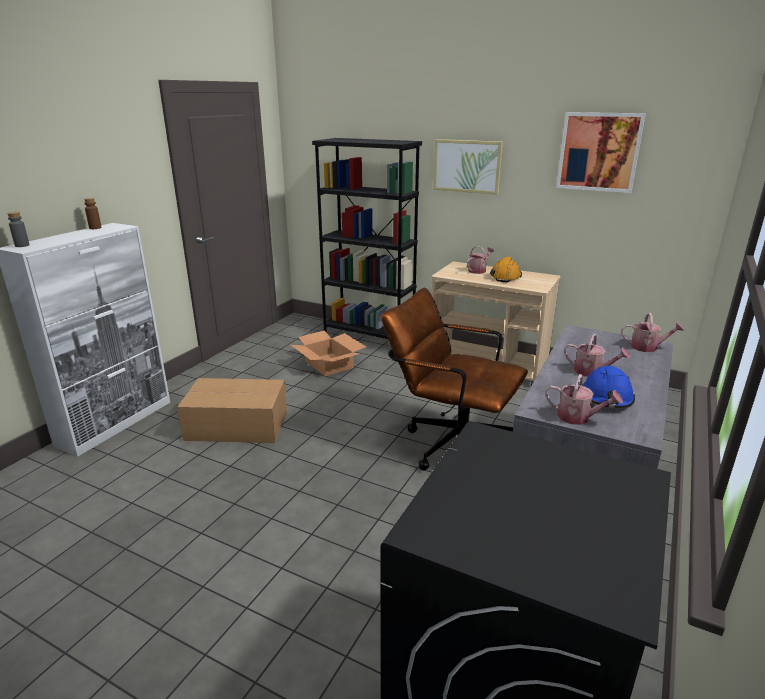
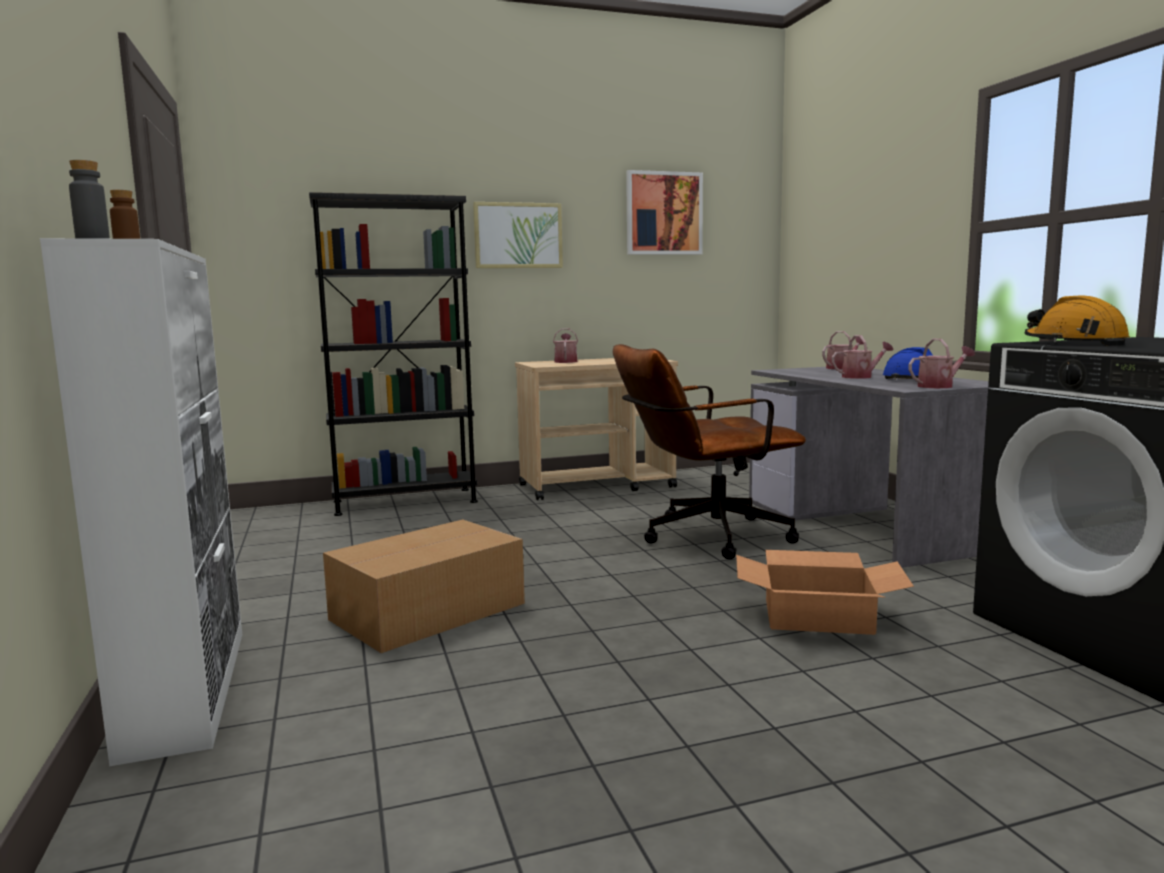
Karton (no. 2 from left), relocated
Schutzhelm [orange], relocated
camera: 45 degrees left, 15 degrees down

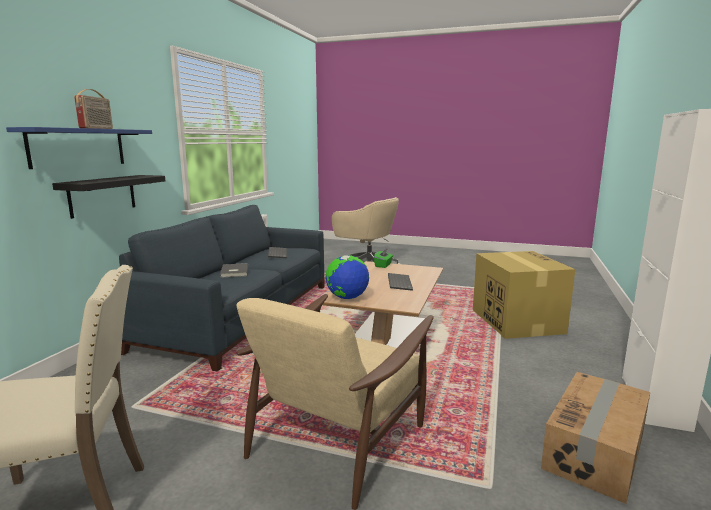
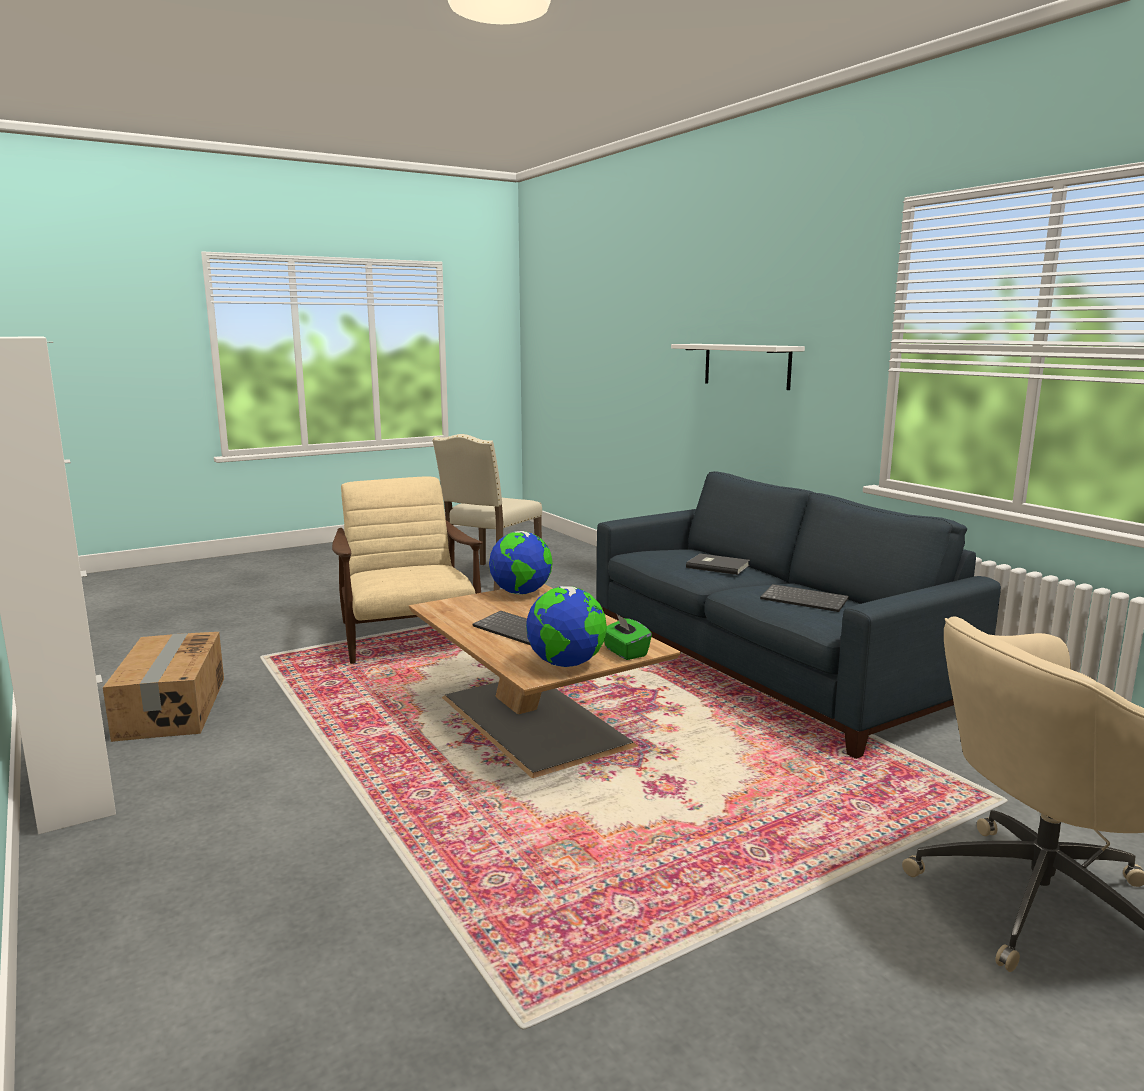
Wandregal [blau] → Wandregal [weiß]
Wandregal [schwarz] → -
Radio → -
Karton (no. 1 from left) → -
- → Globus (no. 2 from left)
camera: 130 degrees right, 0 degrees up

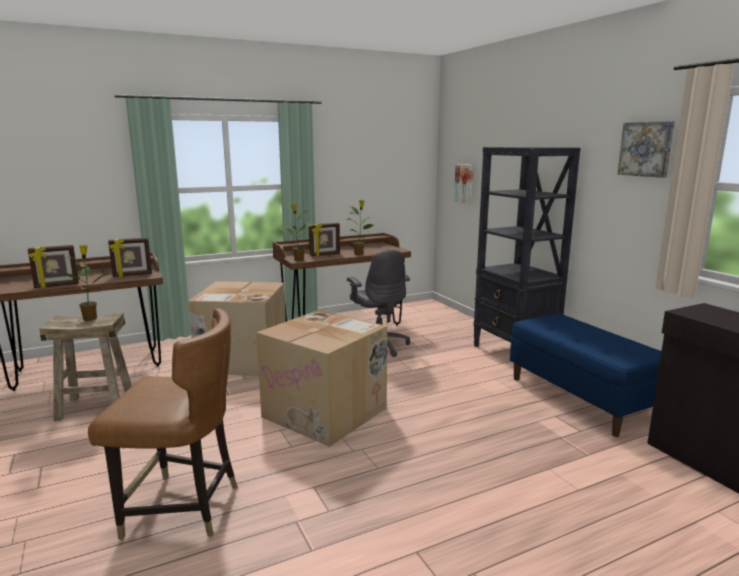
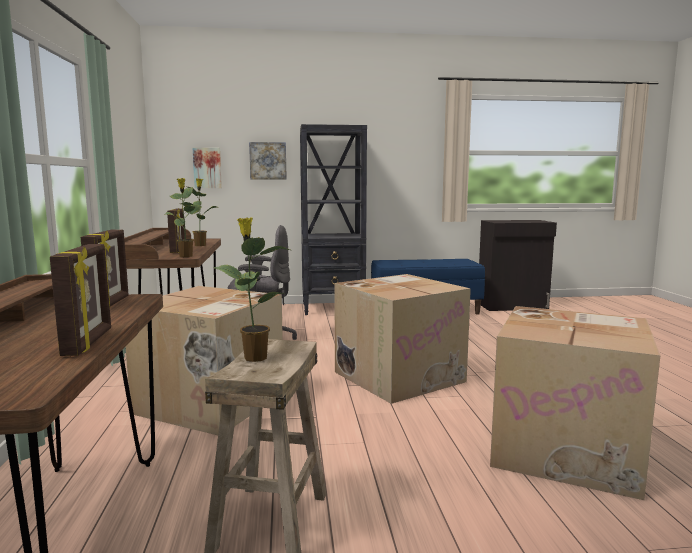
Stuhl [braun] → Karton (no. 3 from left)
Bild (no. 2 from left), relocated
camera: 70 degrees left, 5 degrees down

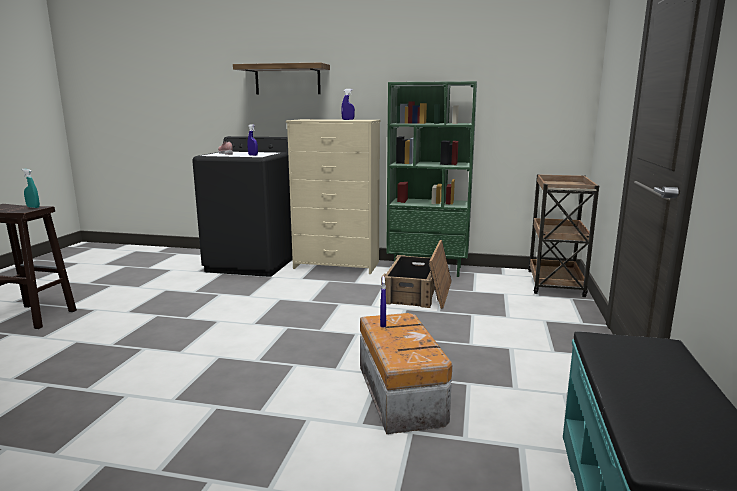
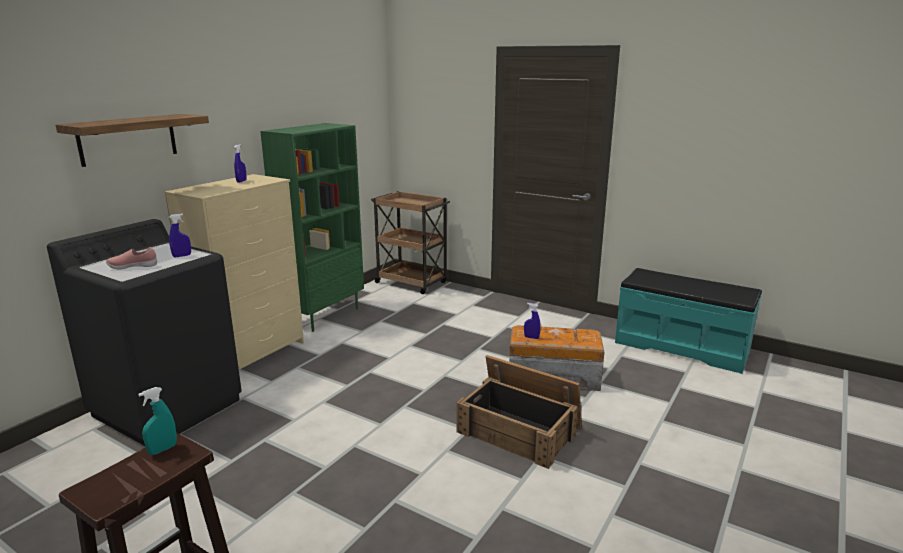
Kiste, relocated
camera: 70 degrees left, 5 degrees up

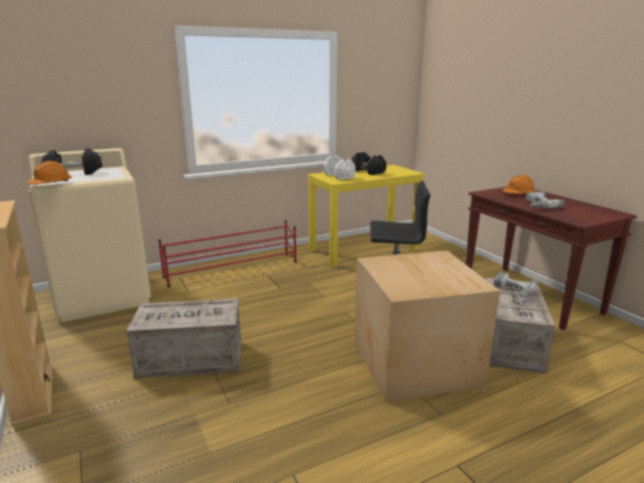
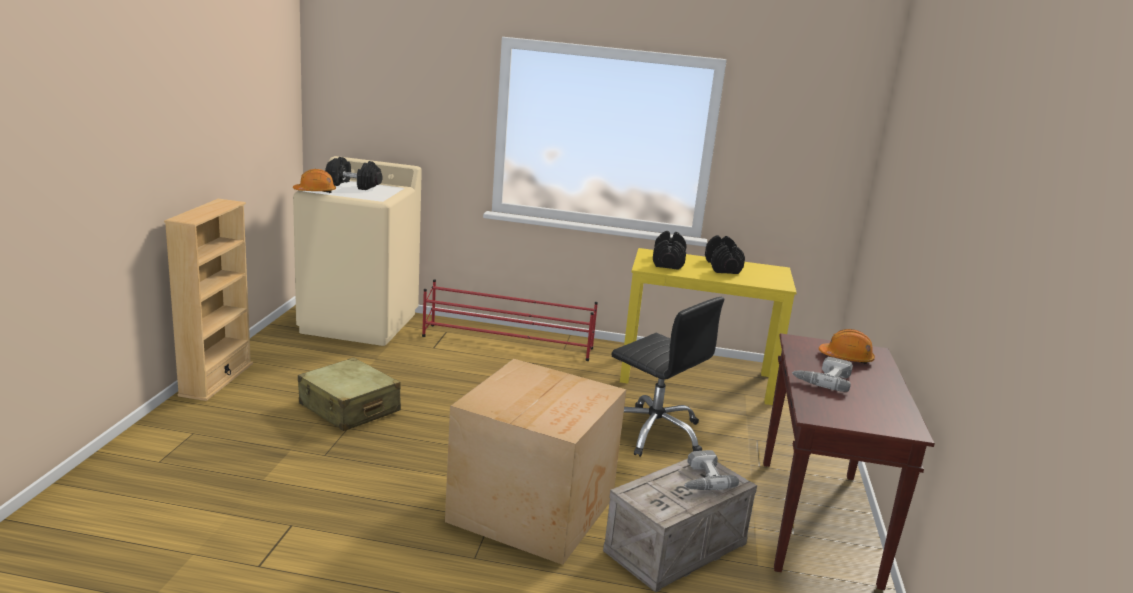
Kiste (no. 1 from left) → Koffer [beige]
Hantel [weiß] → Hantel [schwarz] (no. 2 from left)
camera: 35 degrees right, 0 degrees up

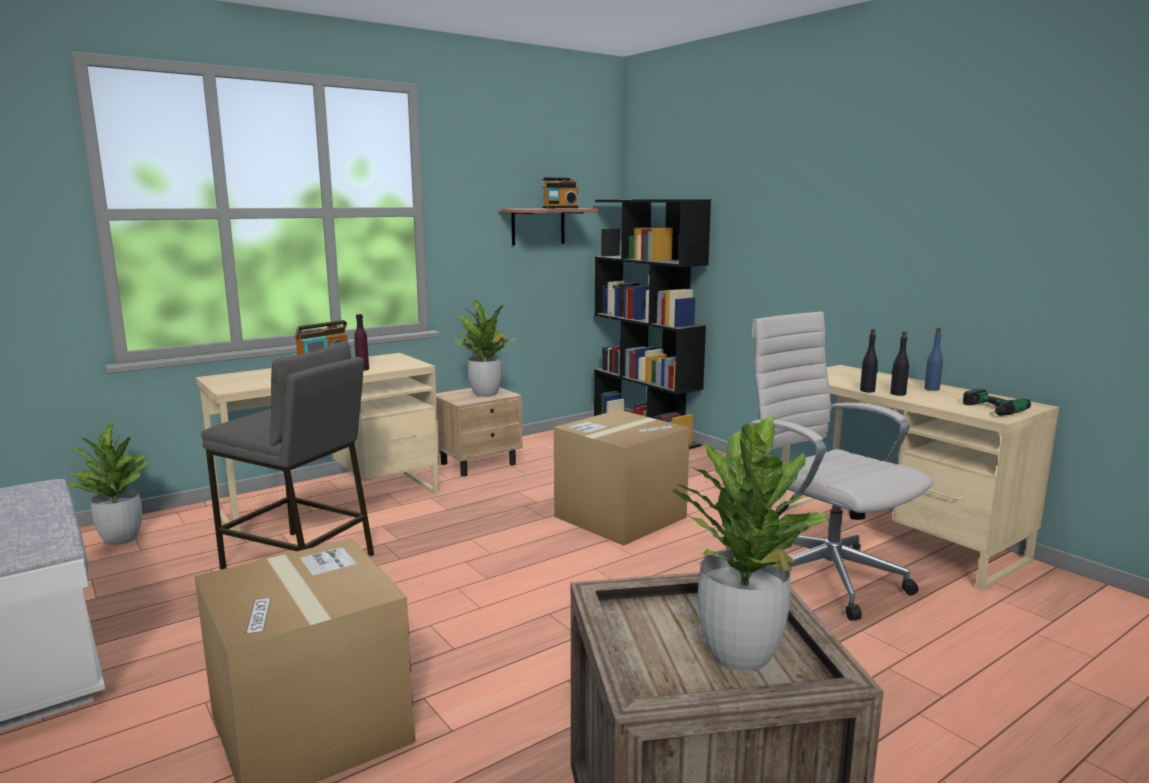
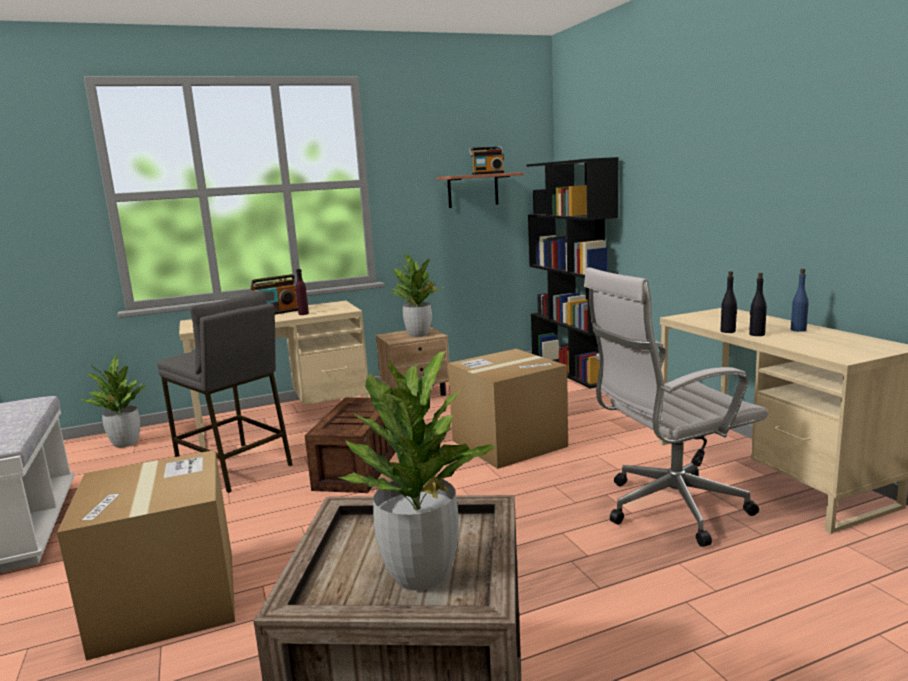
Bürostuhl [weiß], 90 degrees counterclockwise
Bohrmaschine → -
- → Kiste (no. 1 from left)
camera: 15 degrees right, 0 degrees up

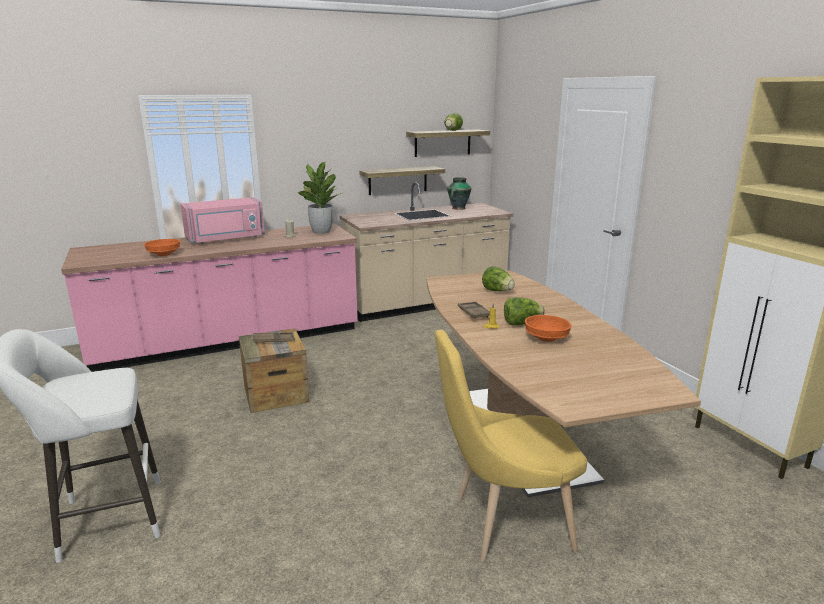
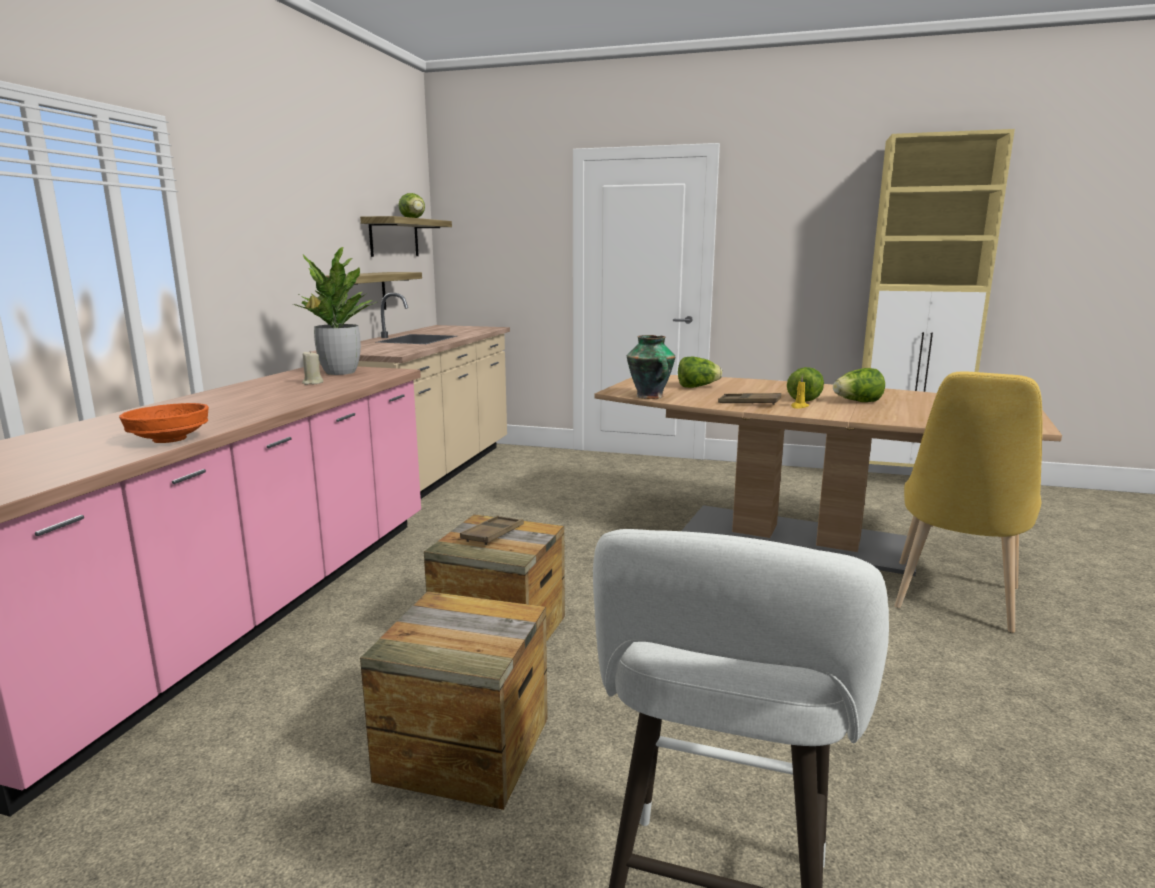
Mikrowelle [rosa] → -
Vase, relocated
Schüssel [orange] (no. 2 from left) → Salatkopf (no. 4 from left)
- → Kiste (no. 1 from left)
camera: 50 degrees left, 5 degrees down

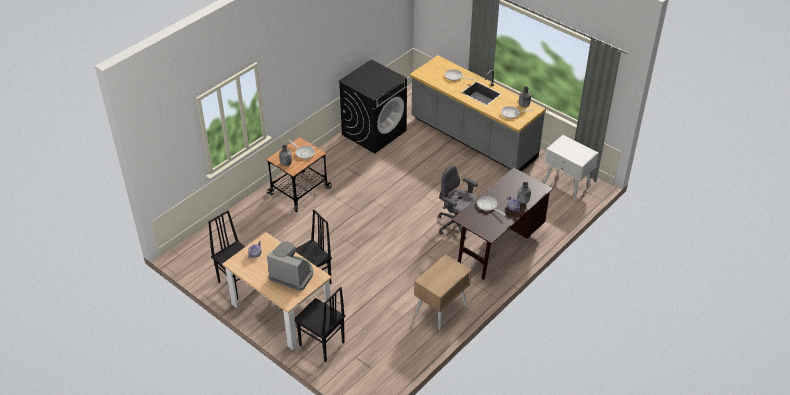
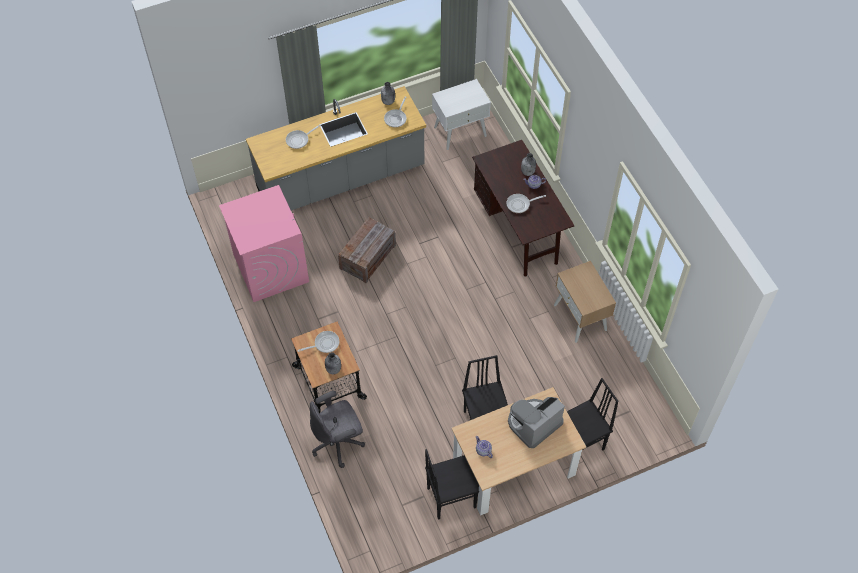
Waschmaschine [schwarz] → Waschmaschine [rosa]
Bürostuhl [grau], relocated
- → Kiste
camera: 65 degrees left, 15 degrees up

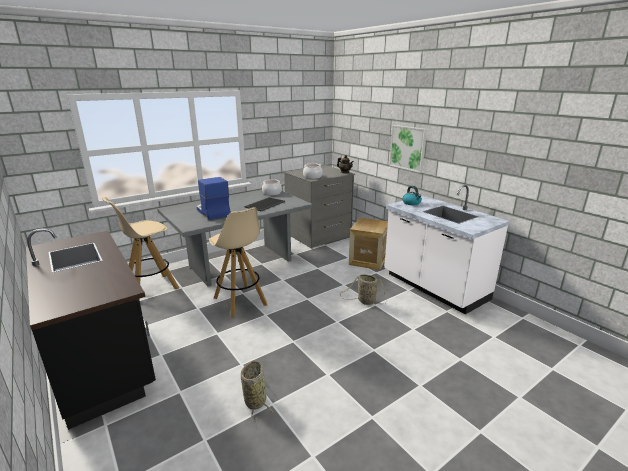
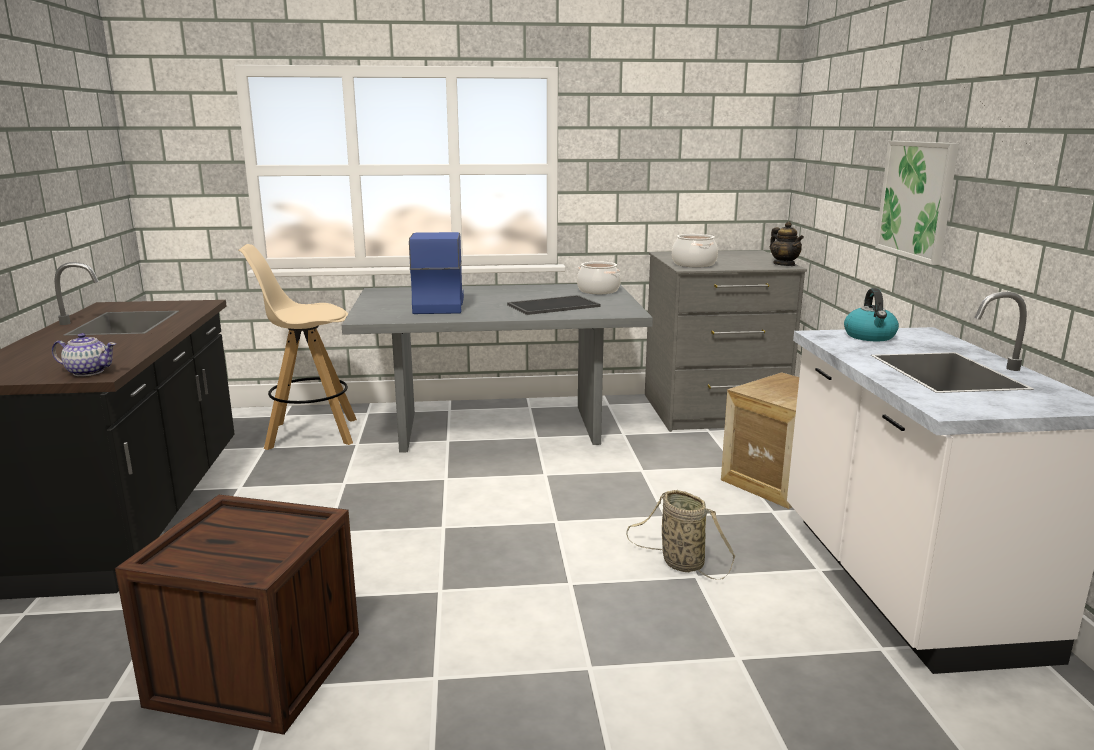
Hocker [beige] (no. 2 from left) → -
Korb (no. 1 from left) → Kiste (no. 1 from left)
- → Teekanne (no. 1 from left)
camera: 30 degrees right, 5 degrees down

